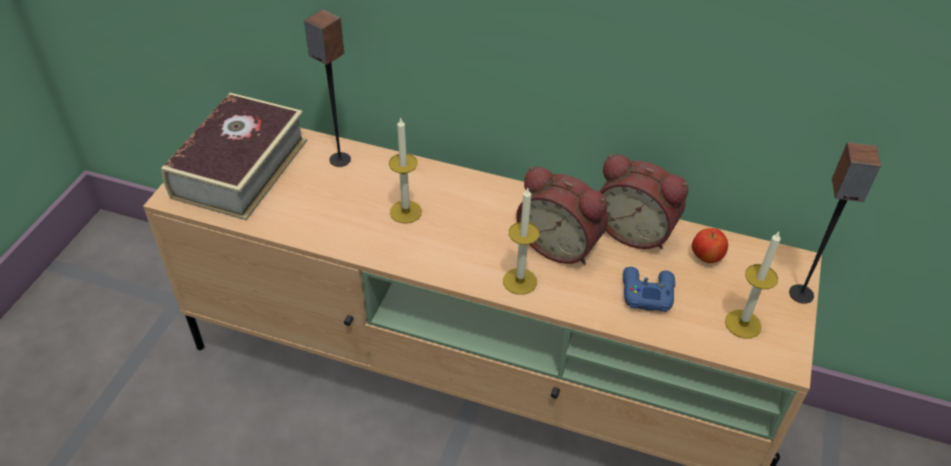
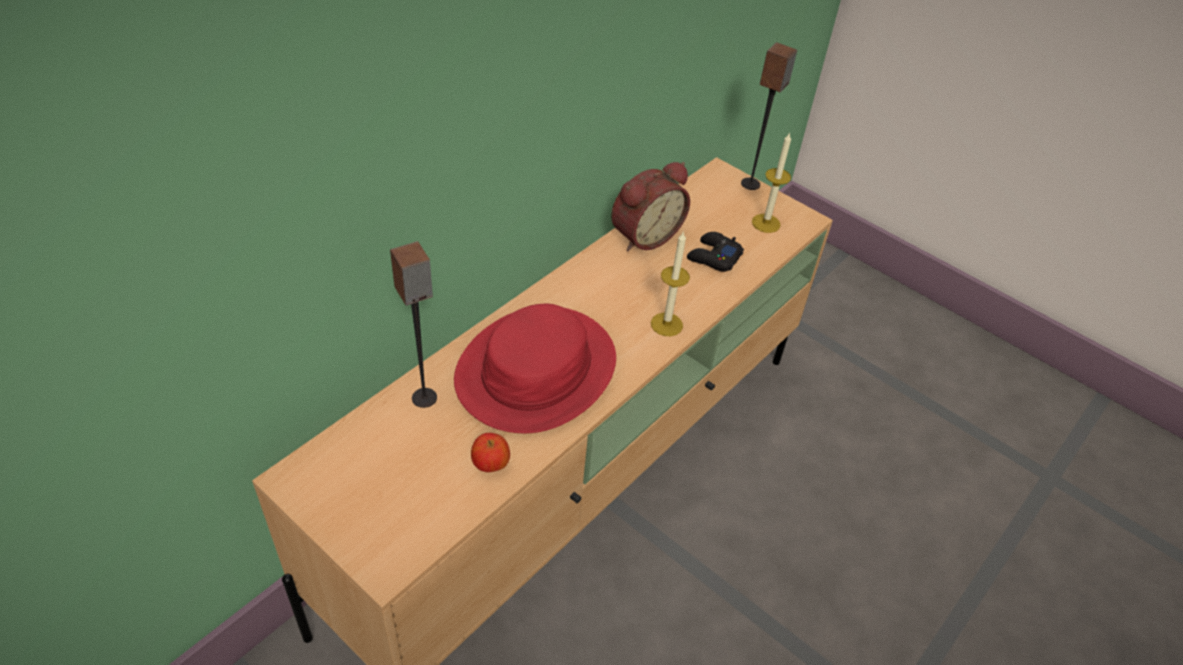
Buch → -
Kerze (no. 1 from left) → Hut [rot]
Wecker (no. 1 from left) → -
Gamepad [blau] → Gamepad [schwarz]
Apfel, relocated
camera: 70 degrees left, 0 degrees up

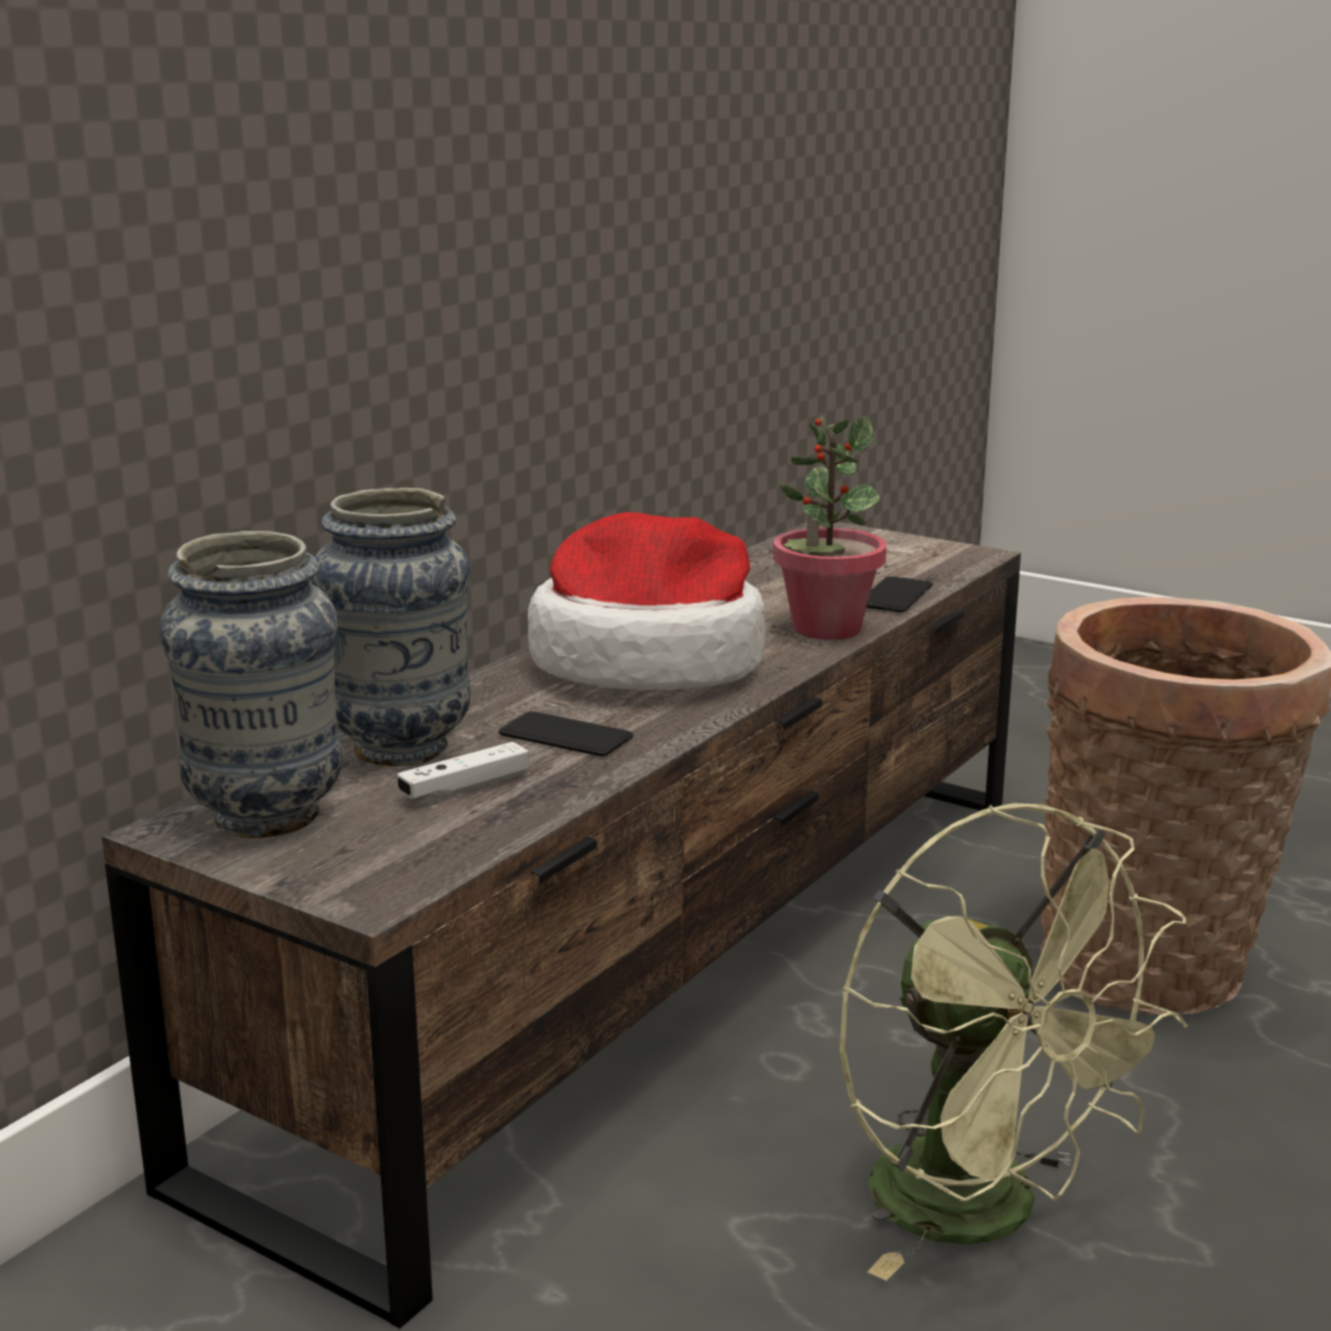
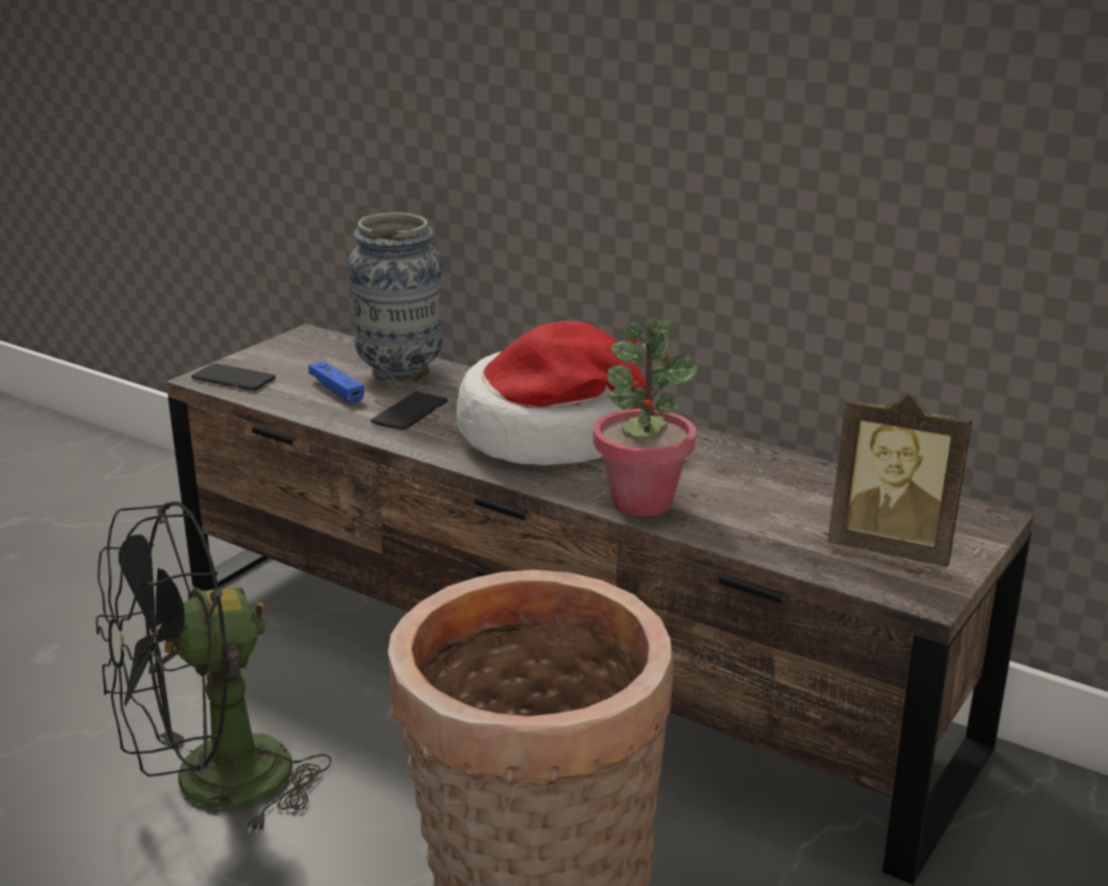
Vase (no. 1 from left) → -
Gamepad [weiß] → Gamepad [blau]
Ventilator [grün] → Ventilator [schwarz]
Handy (no. 2 from left in the first image) → Handy (no. 1 from left), relocated
- → Bilderrahmen
camera: 90 degrees right, 5 degrees up

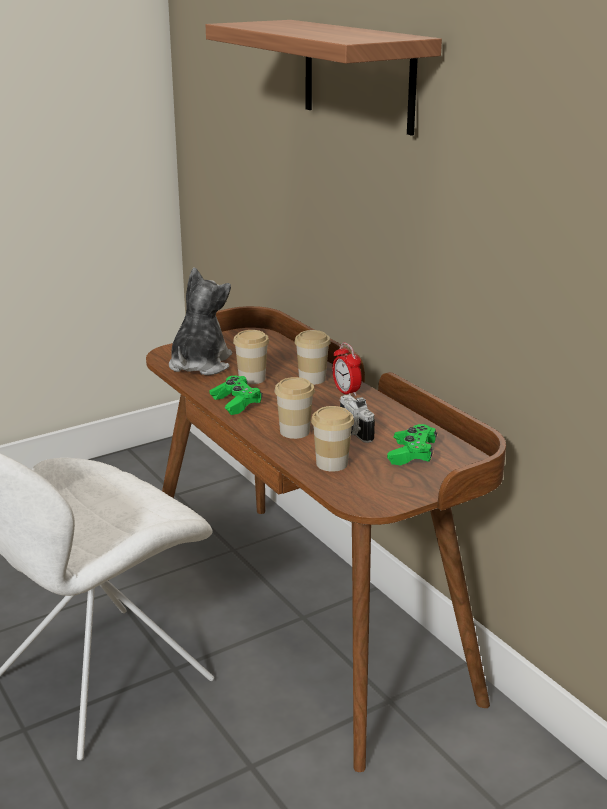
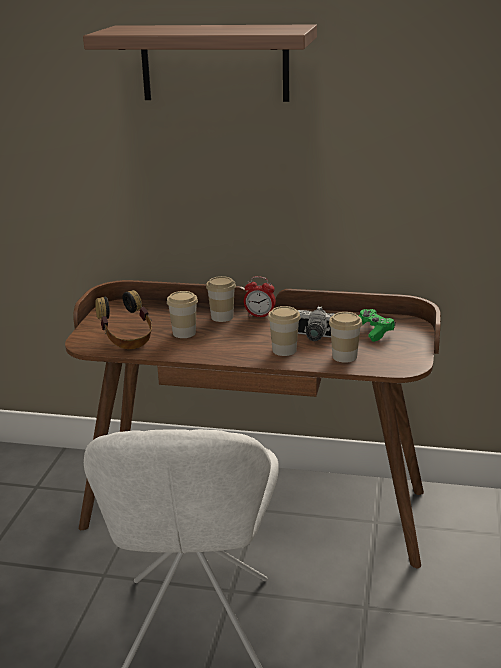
Plüschtier → Kopfhörer
Gamepad [grün] (no. 1 from left) → -
camera: 45 degrees left, 0 degrees up

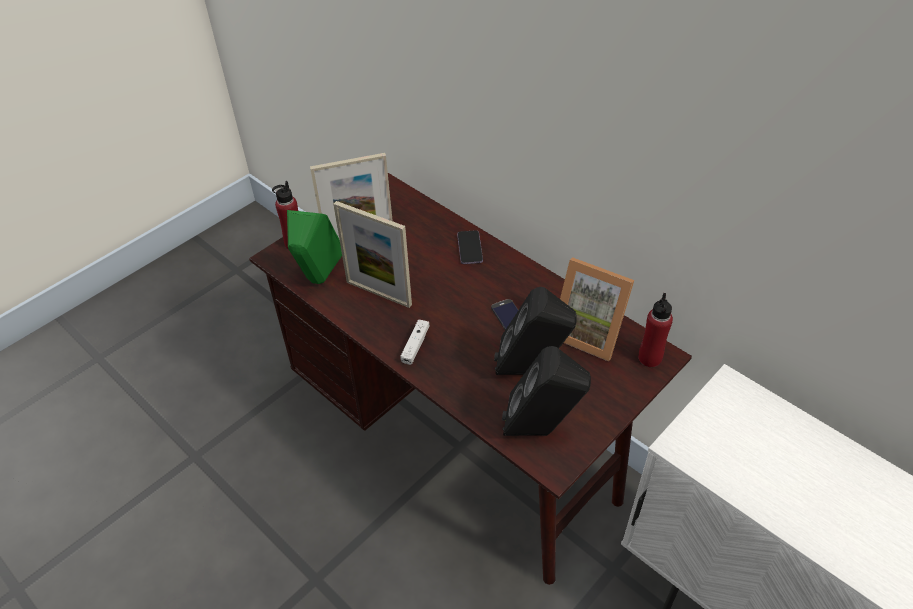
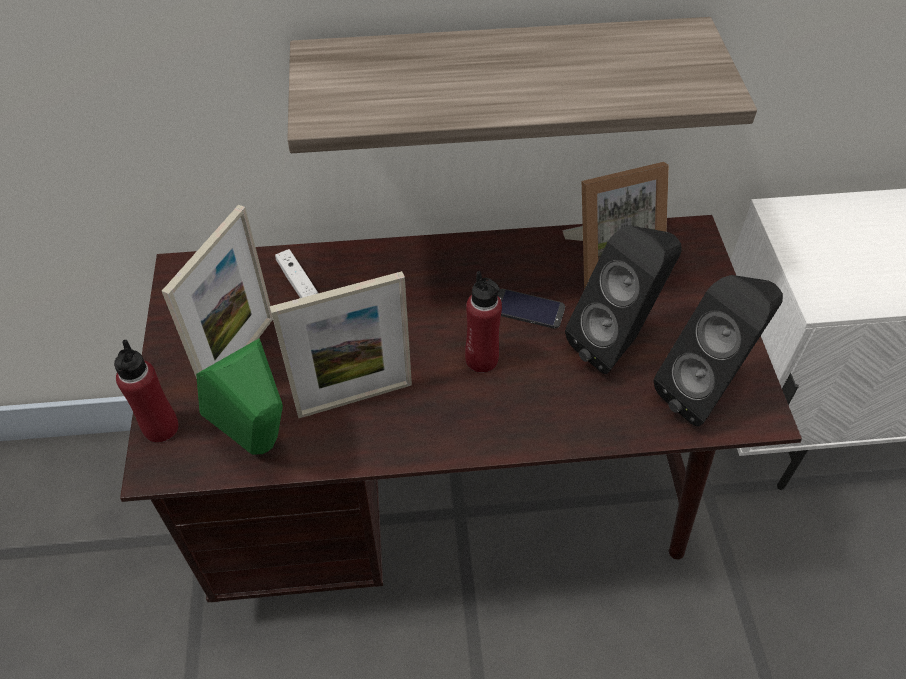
Gamepad [weiß], relocated
Handy (no. 1 from left) → -
Flasche [rot] (no. 2 from left), relocated
- → Wandregal
camera: 50 degrees left, 5 degrees up

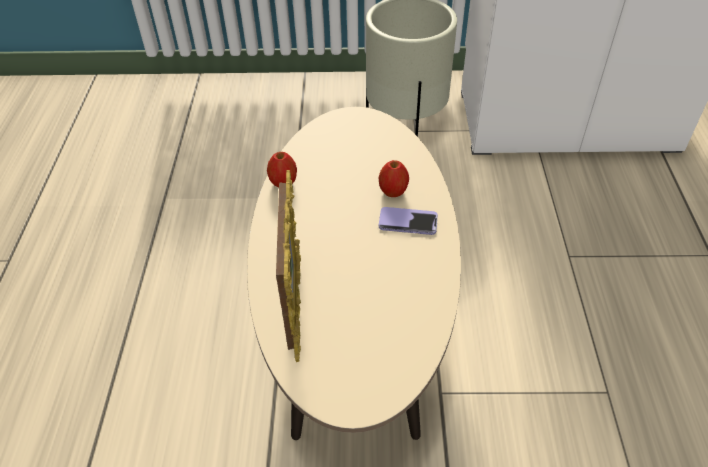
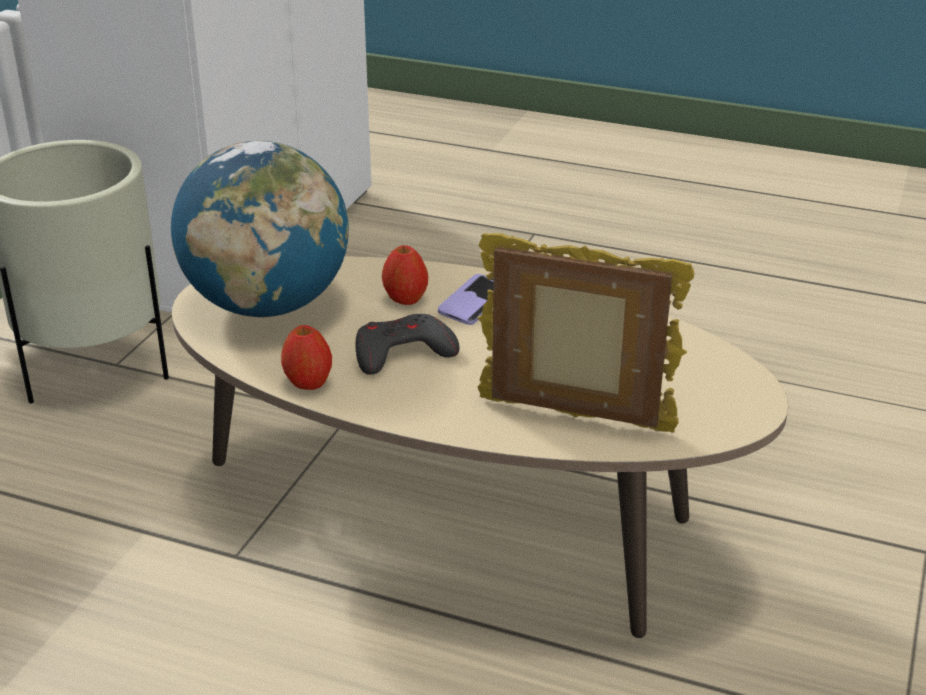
- → Globus
- → Gamepad [grau]
camera: 70 degrees left, 15 degrees down

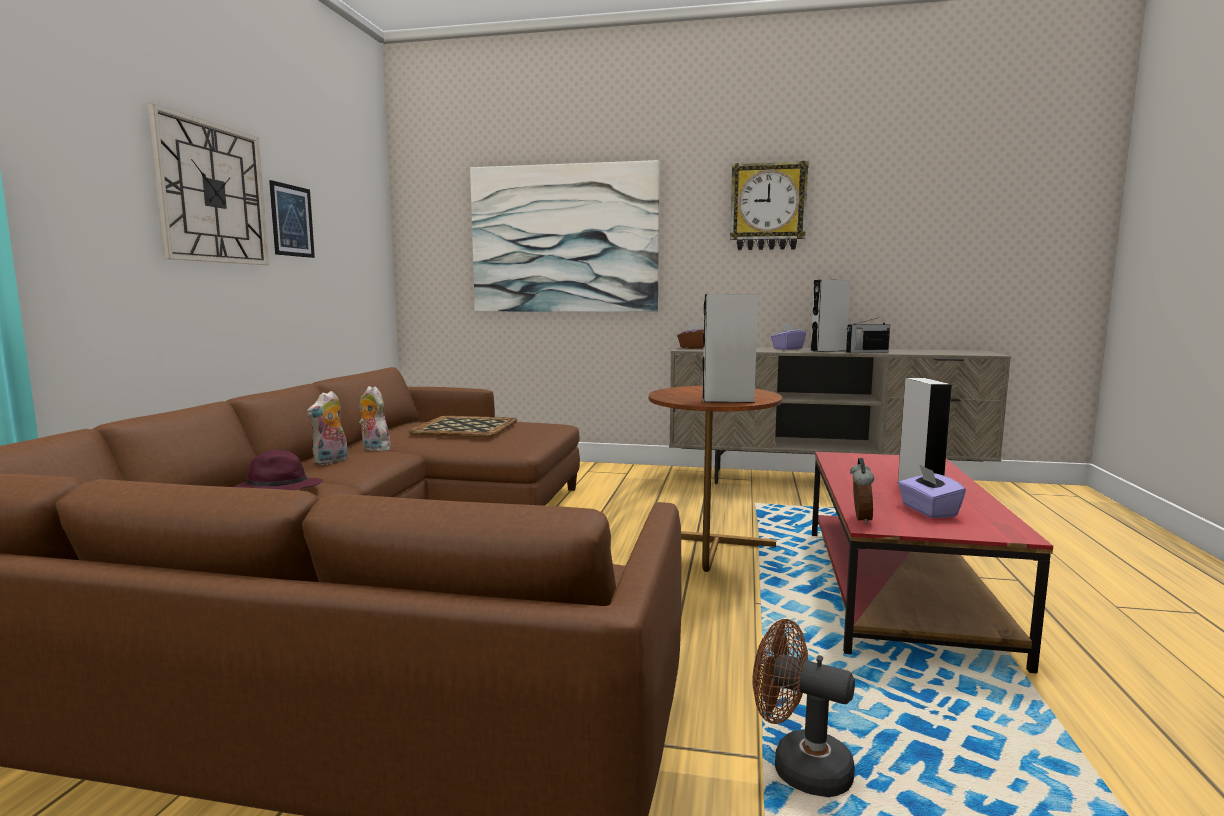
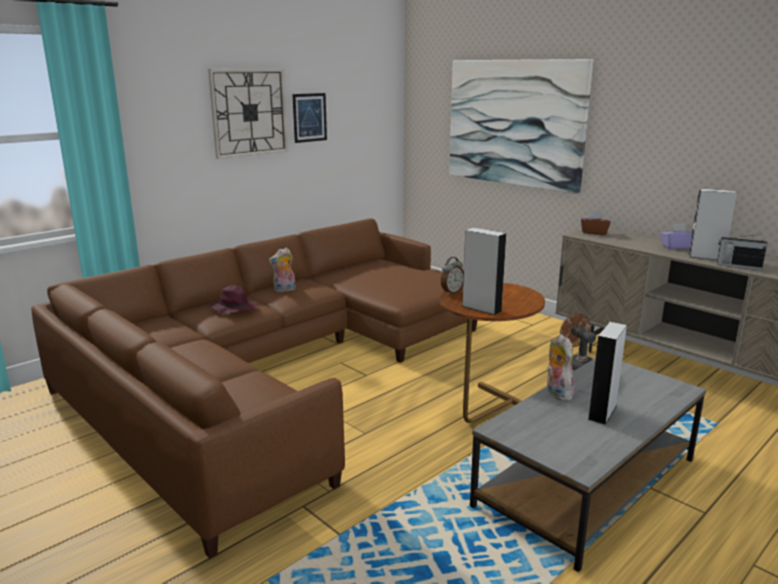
Plüschtier (no. 2 from left), relocated
Tablett → -
Wanduhr (no. 2 from left) → -
Ventilator [braun], relocated
Couchtisch [rot] → Couchtisch [grau]
Wecker, relocated
Taschentuchbox [lila] (no. 2 from left) → -
camera: 35 degrees right, 10 degrees up

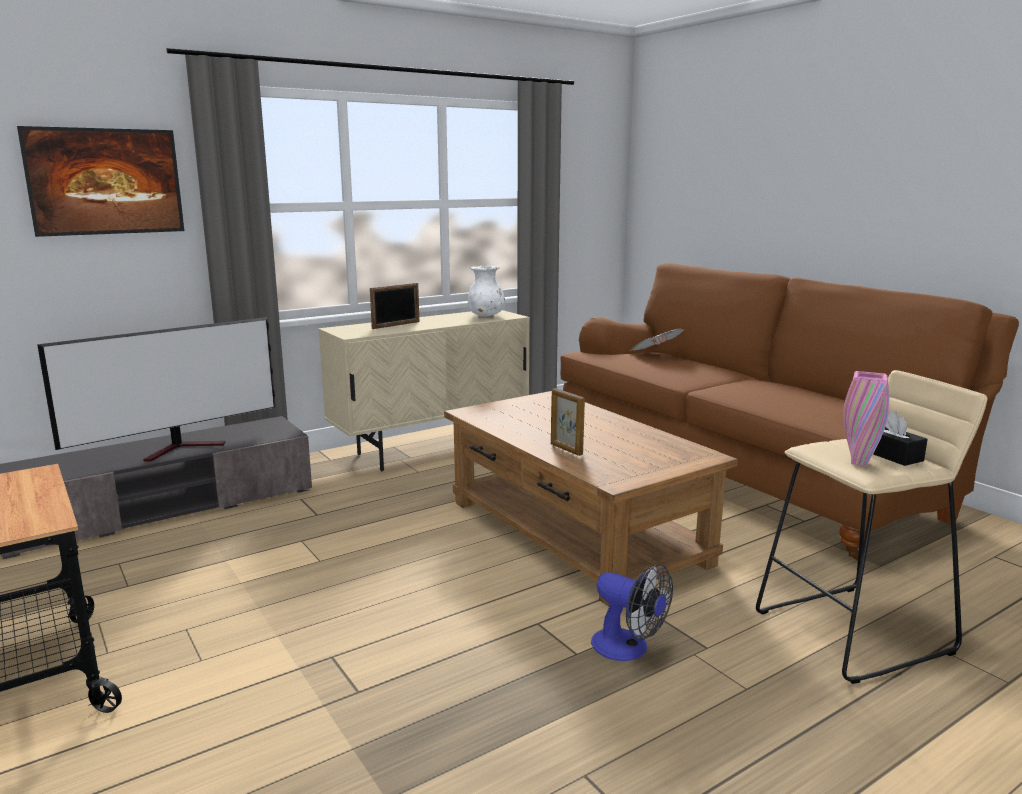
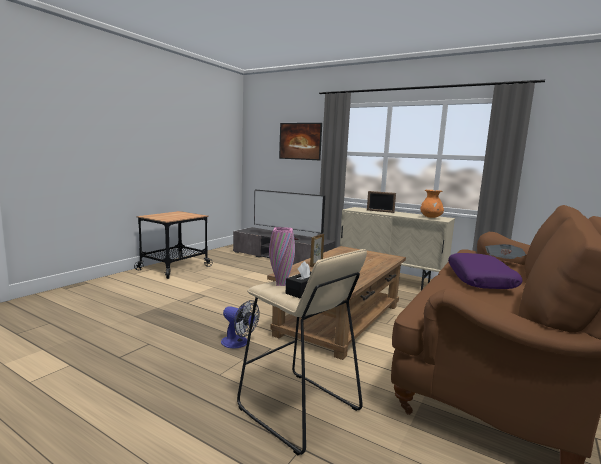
Vase [weiß] → Vase [orange]
Ventilator, 75 degrees counterclockwise
- → Kissen [lila]
camera: 65 degrees right, 5 degrees down

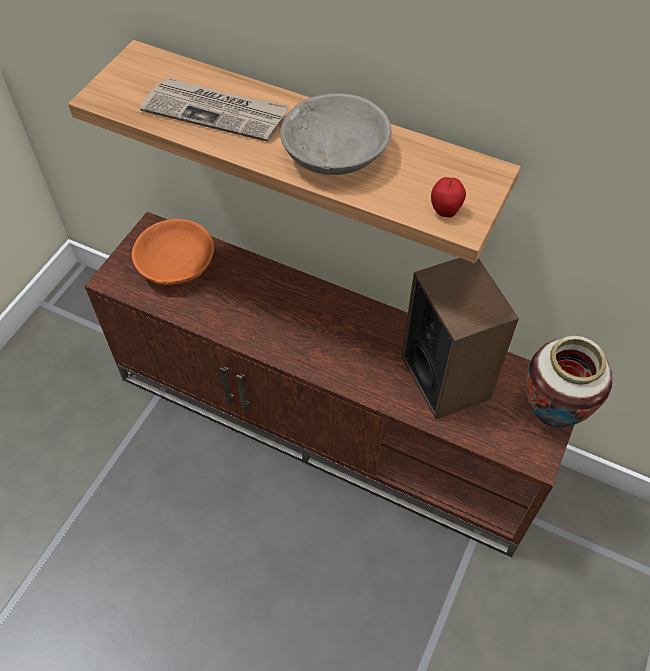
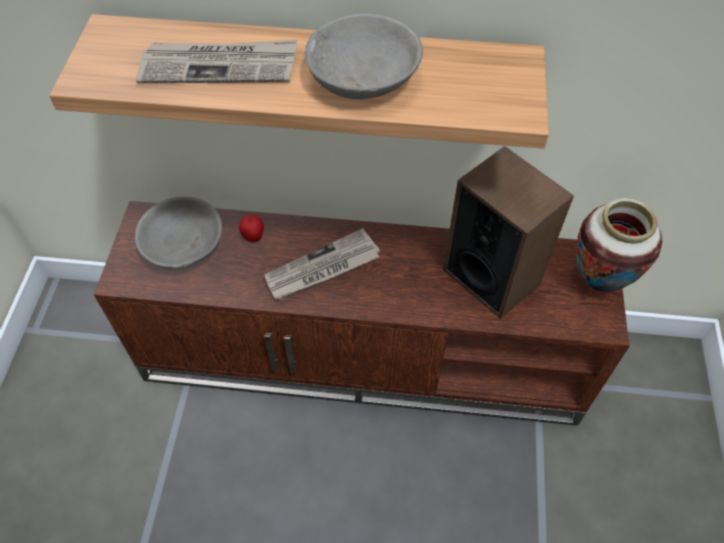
Schüssel [orange] → Schüssel [grau] (no. 1 from left)
Apfel, relocated
- → Zeitung (no. 2 from left)
camera: 20 degrees left, 0 degrees up

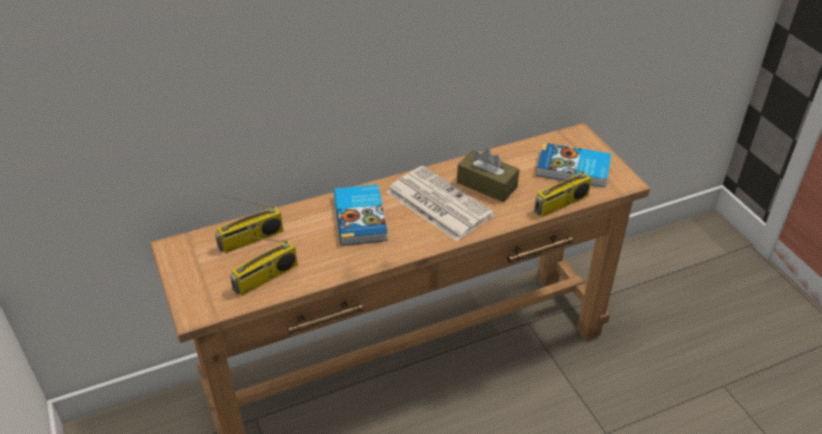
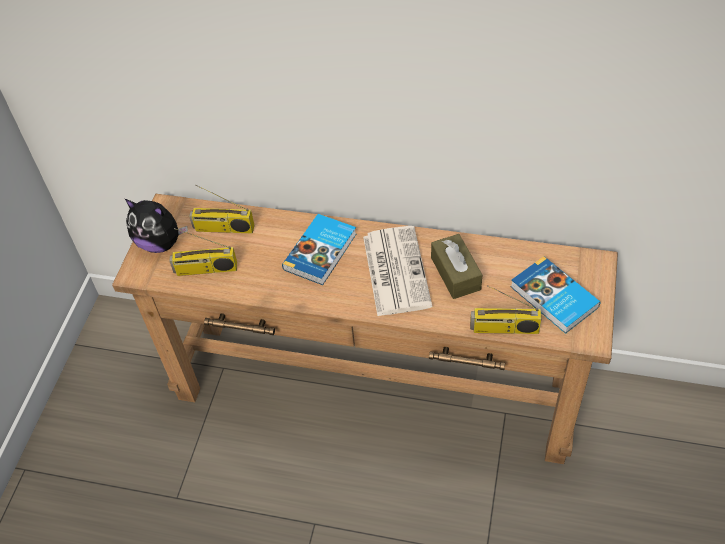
- → Plüschtier
camera: 40 degrees right, 10 degrees up

